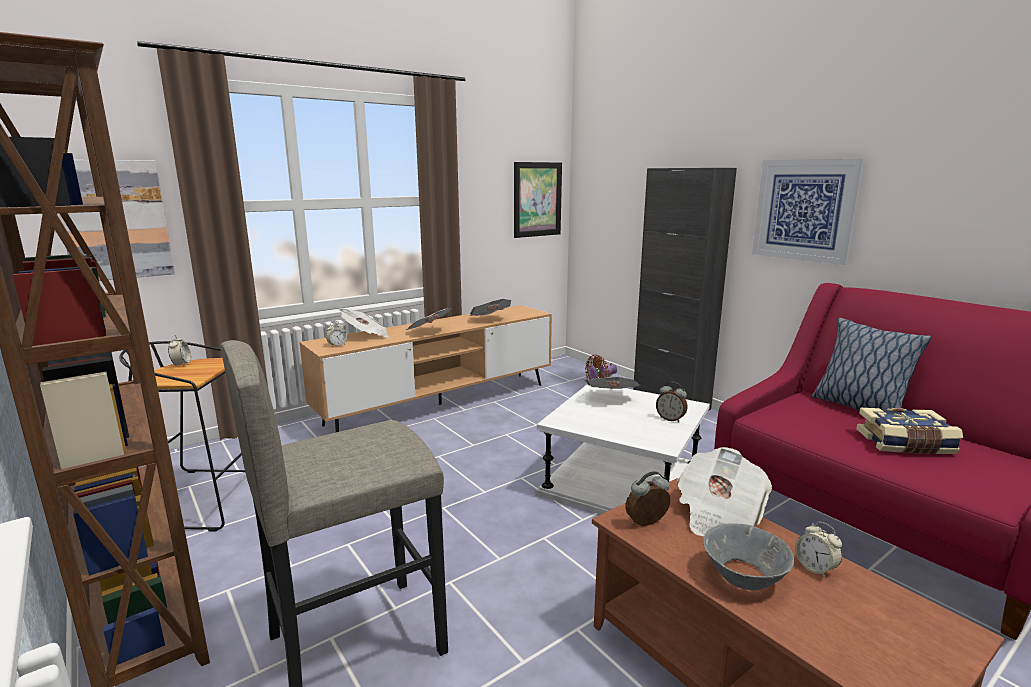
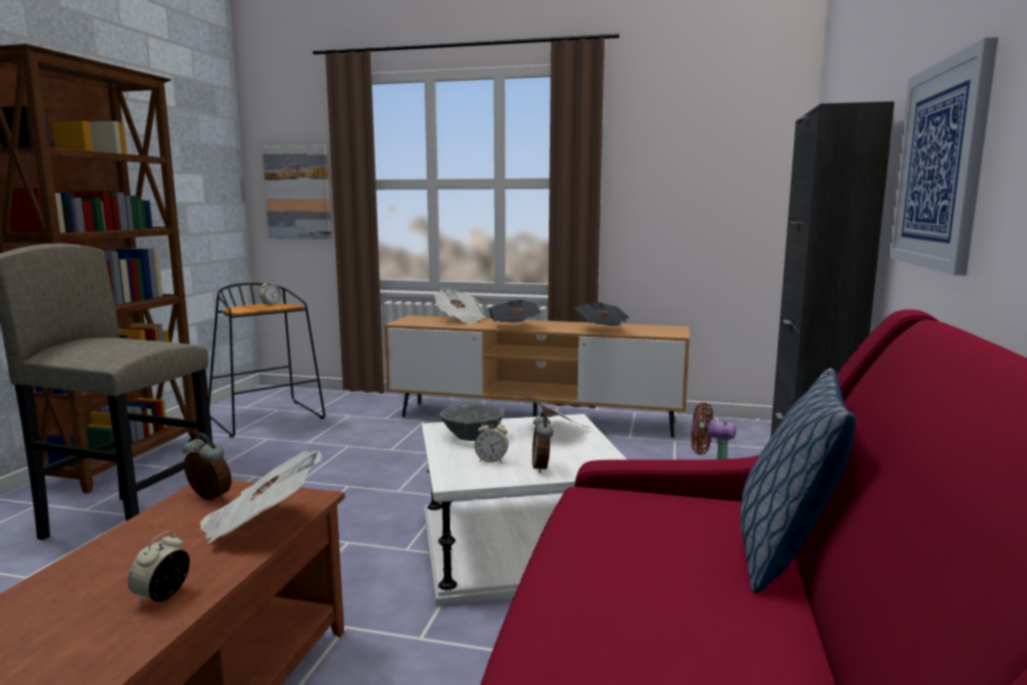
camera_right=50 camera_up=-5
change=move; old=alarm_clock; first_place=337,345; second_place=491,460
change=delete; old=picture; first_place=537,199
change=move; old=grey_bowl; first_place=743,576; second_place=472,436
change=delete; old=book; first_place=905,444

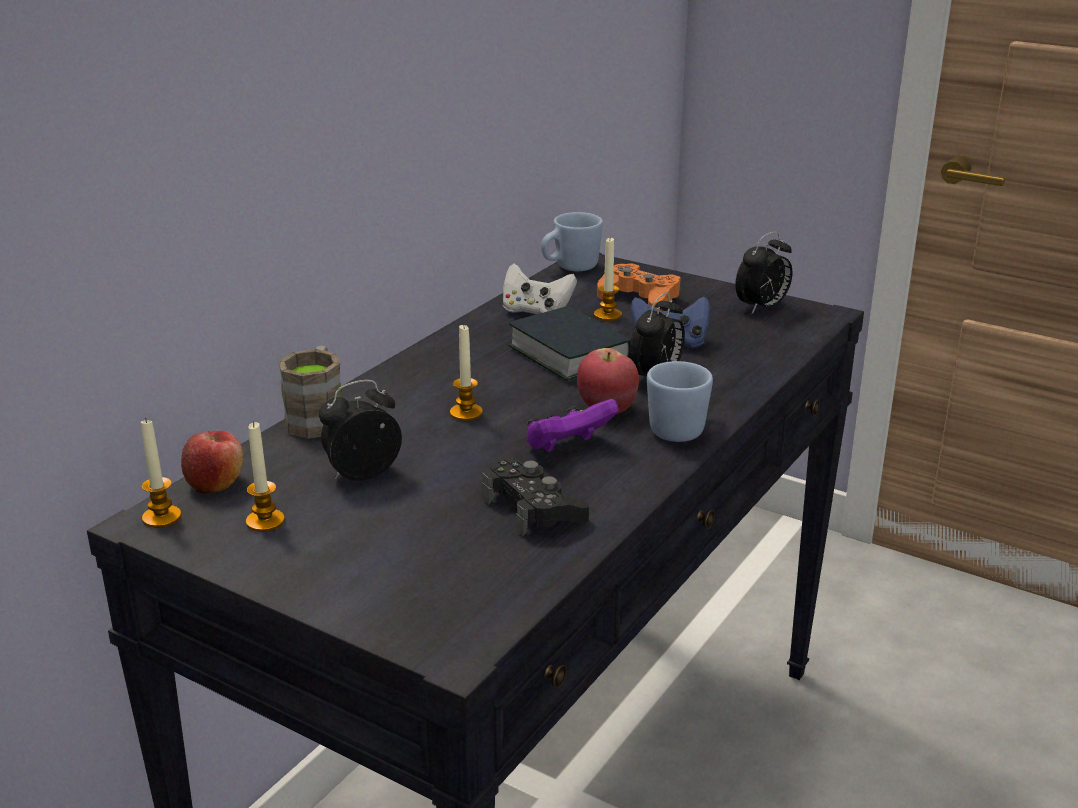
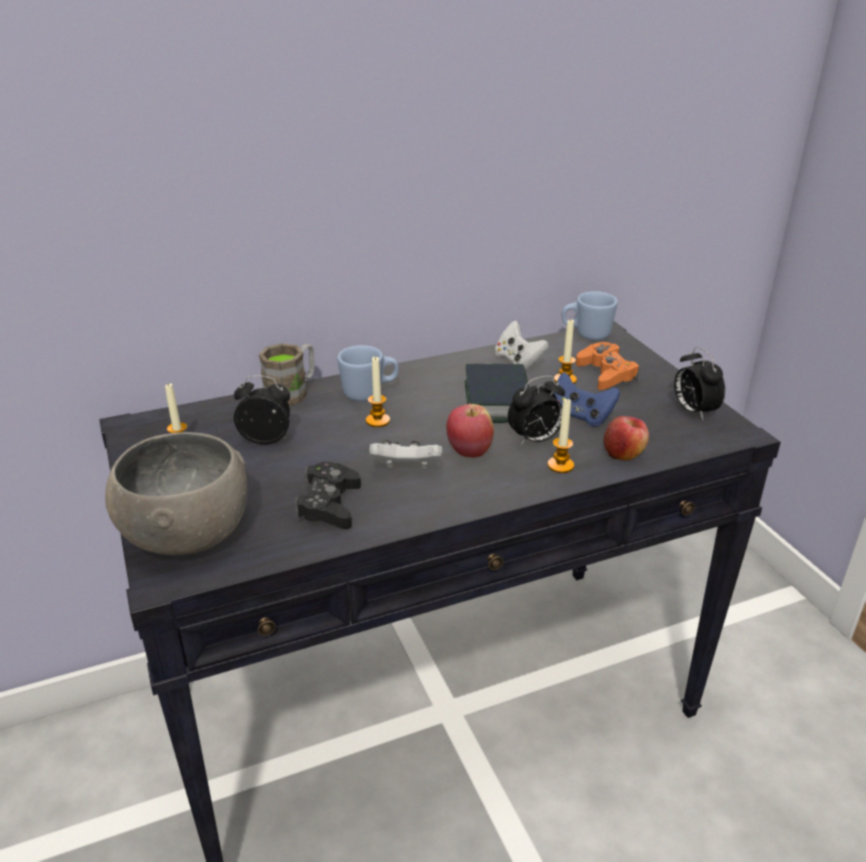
camera_right=35 camera_up=5
change=move; old=candle; first_place=162,517; second_place=560,465
change=move; old=apple; first_place=215,483; second_place=623,453
change=recolor; old=purple_game_controller; new=white_game_controller; first_place=568,447; second_place=407,470
change=move; old=blue_mug; first_place=683,428; second_place=369,393
change=rotate; old=alarm_clock; first_place=762,308; second_place=693,411; degrees=75
change=insert; new=grey_bowl; second_place=185,532

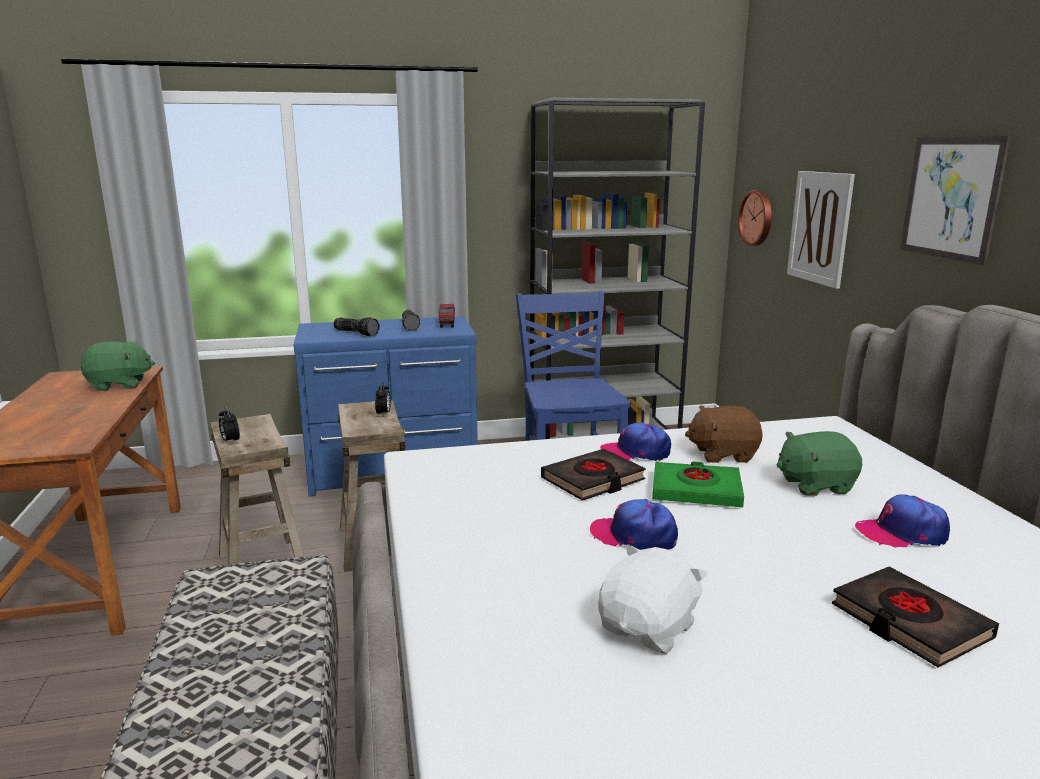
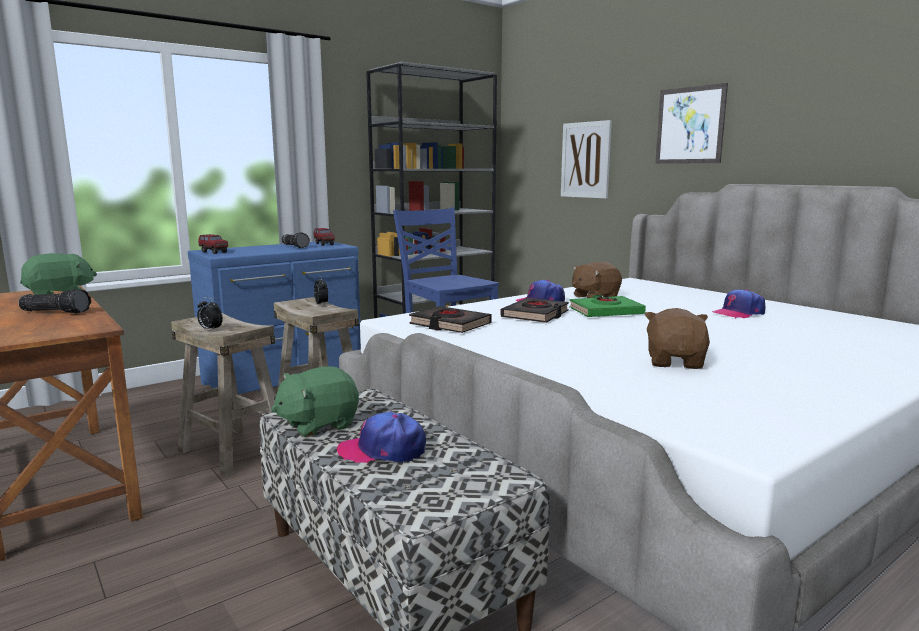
camera_right=-25 camera_up=-5
change=move; old=flashlight; first_place=357,333; second_place=57,311
change=move; old=cap; first_place=634,536; second_place=383,450
change=recolor; old=white_plush_toy; new=brown_plush_toy; first_place=649,629; second_place=675,362
change=delete; old=wall_clock; first_place=757,218
change=move; old=green_plush_toy; first_place=815,485; second_place=318,424
change=move; old=black_book; first_place=909,622; second_place=450,325
change=insert; new=toy_truck; second_place=214,252

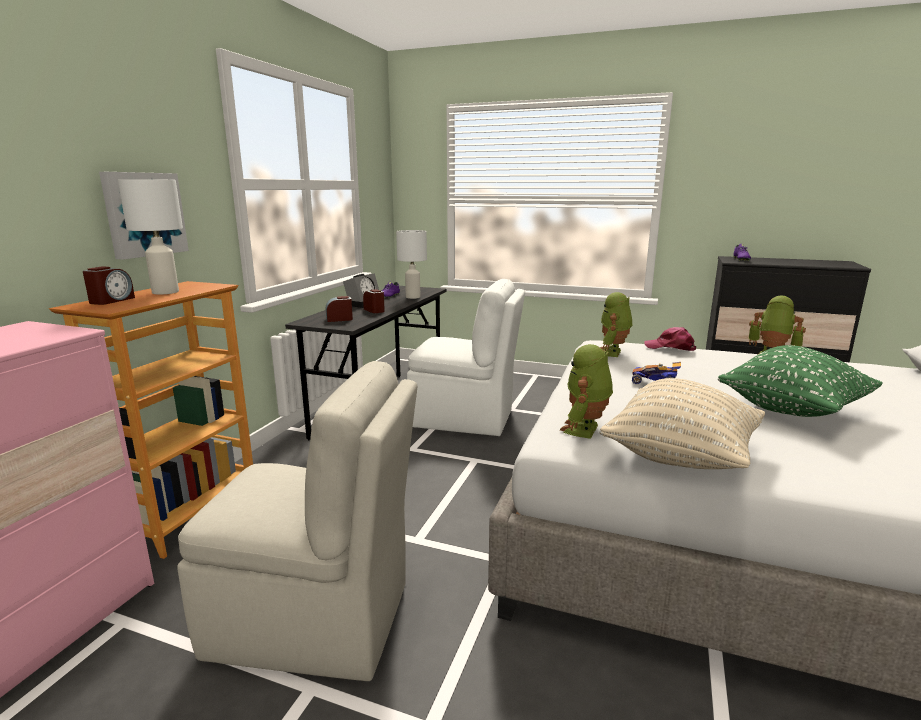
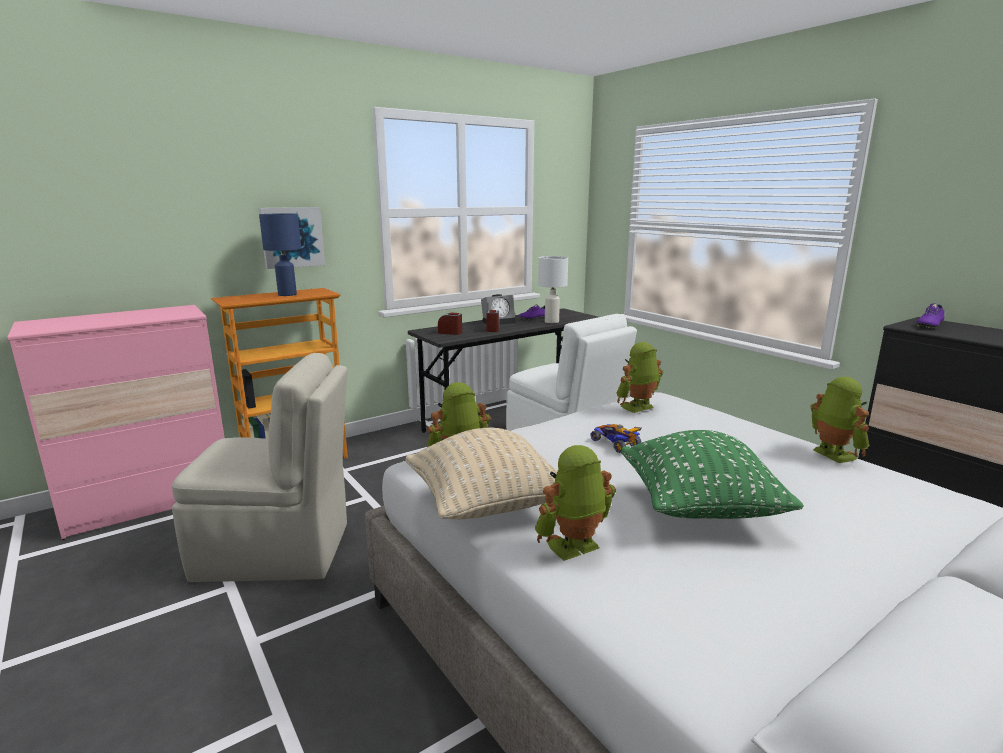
camera_right=35 camera_up=0
change=delete; old=alarm_clock; first_place=111,300
change=recolor; old=white_table_lamp; new=blue_table_lamp; first_place=165,292; second_place=287,294
change=rotate; old=beige_chair; first_place=315,620; second_place=278,551; degrees=-45
change=delete; old=pink_cap; first_place=670,347
change=insert; new=toy_robot; second_place=574,548

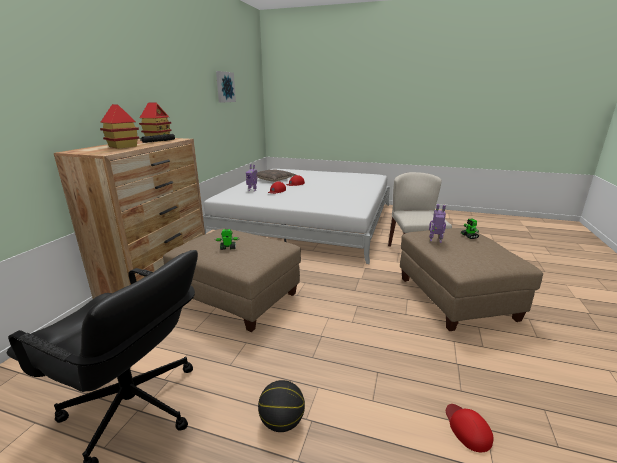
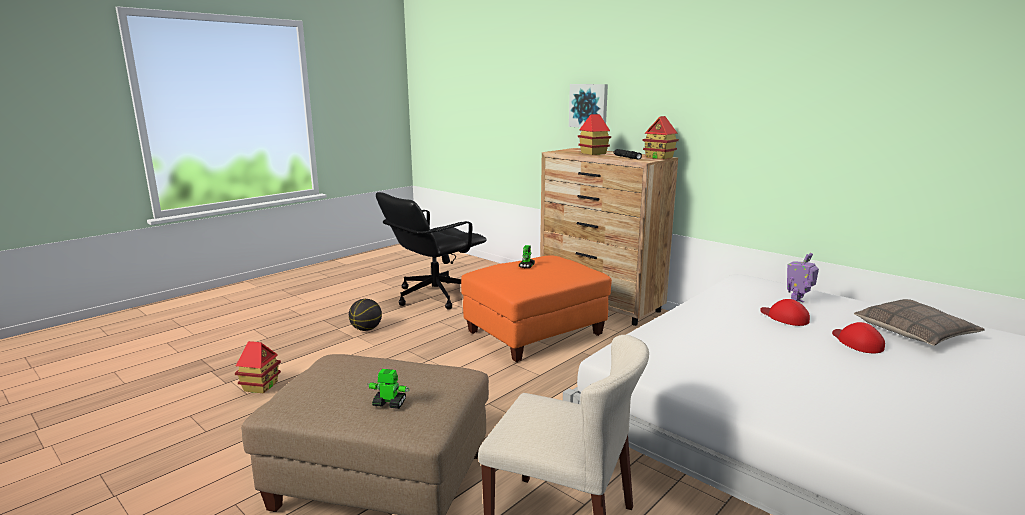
camera_right=115 camera_up=-5
change=recolor; old=beige_ottoman; new=orange_ottoman; first_place=237,299; second_place=535,333
change=move; old=picture; first_place=224,87; second_place=589,106
change=delete; old=toy_robot; first_place=435,241
change=replace; old=red_cap; new=toy_house; first_place=467,428; second_place=260,386

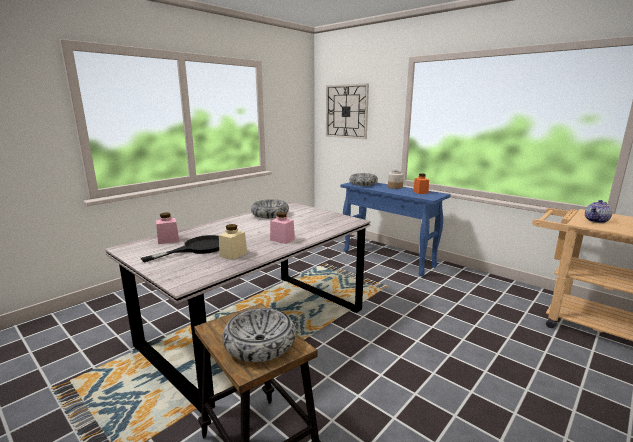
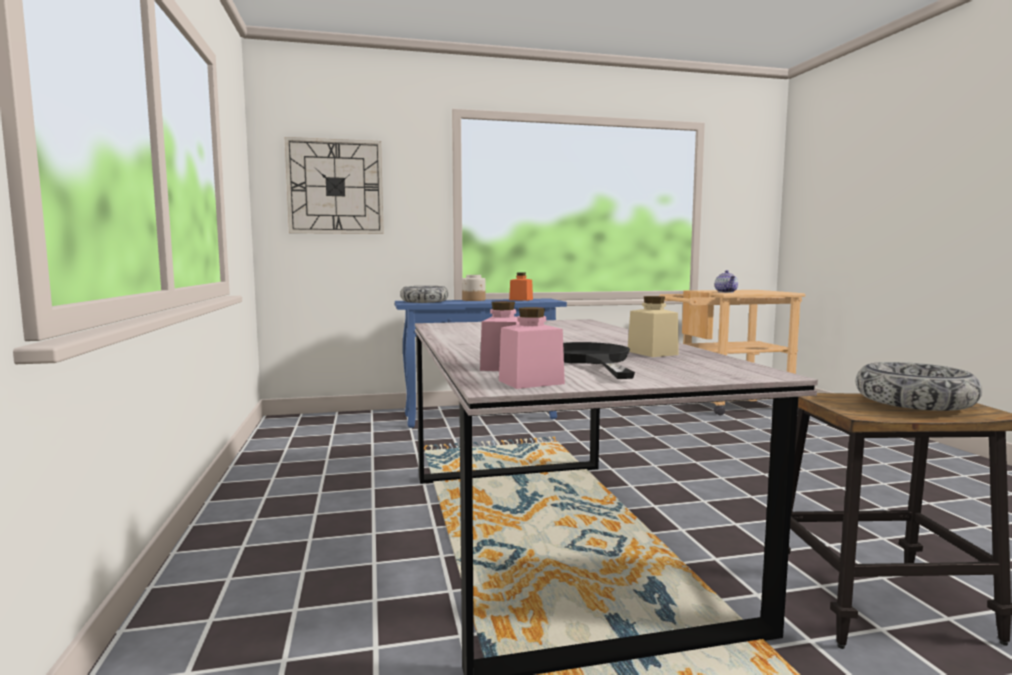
camera_right=-55 camera_up=-10
change=delete; old=bowl; first_place=270,214
change=move; old=pink_jar; first_place=282,239; second_place=531,382

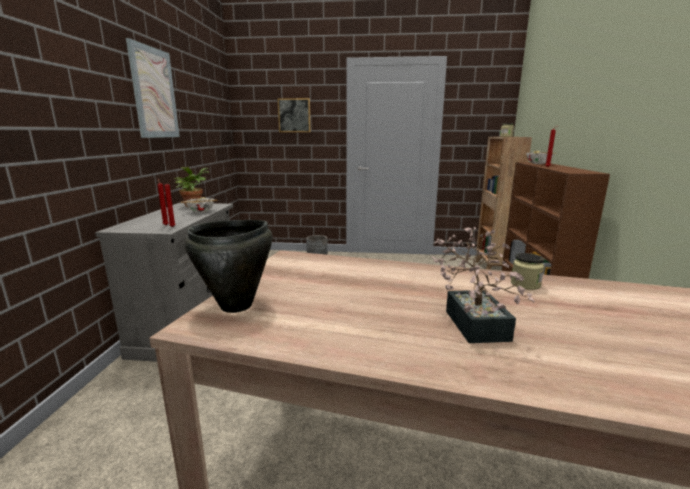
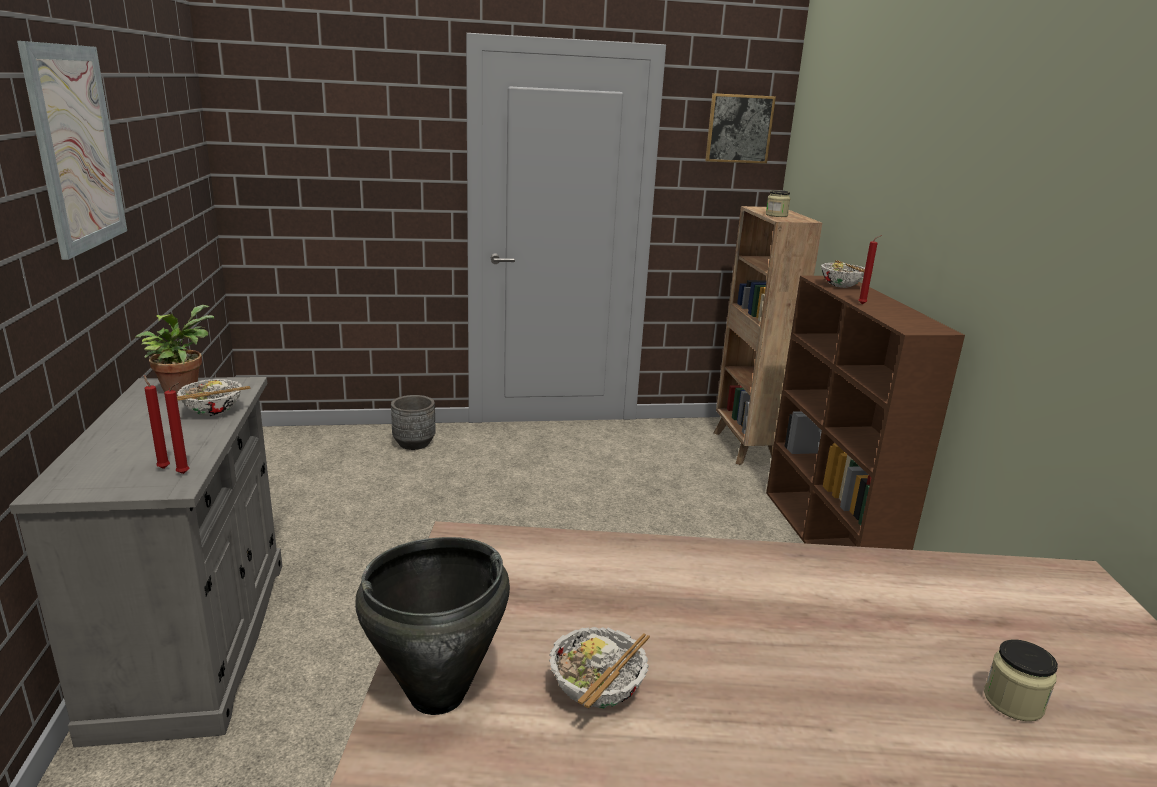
camera_right=-15 camera_up=5
change=move; old=picture; first_place=294,115; second_place=739,128
change=delete; old=potted_plant; first_place=474,320
change=move; old=jar; first_place=525,284; second_place=1013,701
change=insert; new=bowl; second_place=597,691

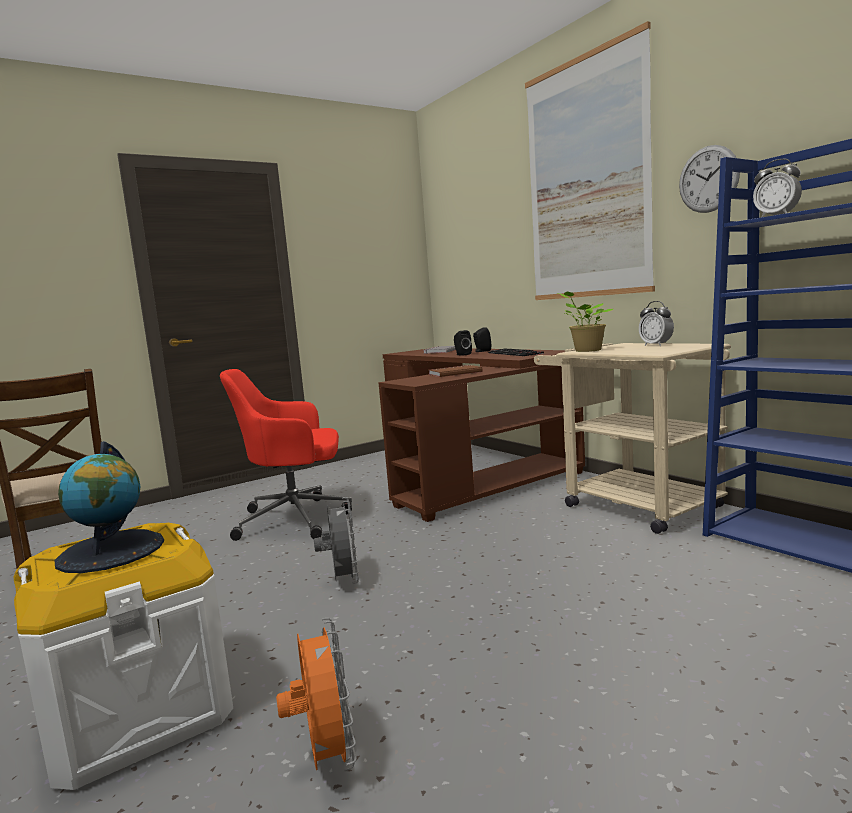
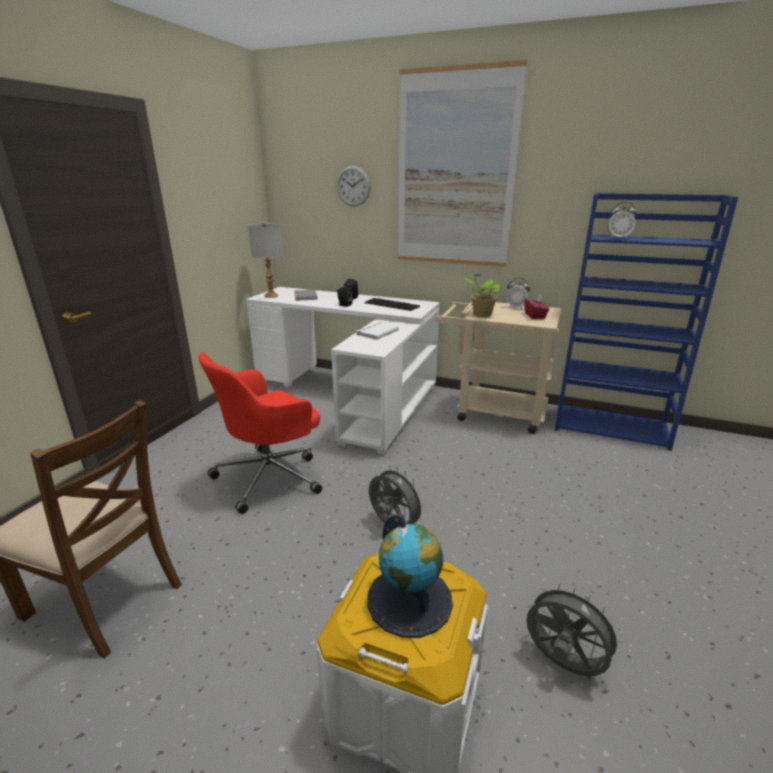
camera_right=-35 camera_up=15
change=recolor; old=orange_fan; new=grey_fan; first_place=326,758; second_place=562,663
change=recolor; old=brown_desk; new=white_desk; first_place=473,469; second_place=353,394
change=recolor; old=brown_book; new=white_book; first_place=454,373; second_place=376,332
change=move; old=wall_clock; first_place=708,179; second_place=353,186
change=insert; new=grey_table_lamp; second_place=271,296
change=insert; new=red_tissue_box; second_place=535,316

